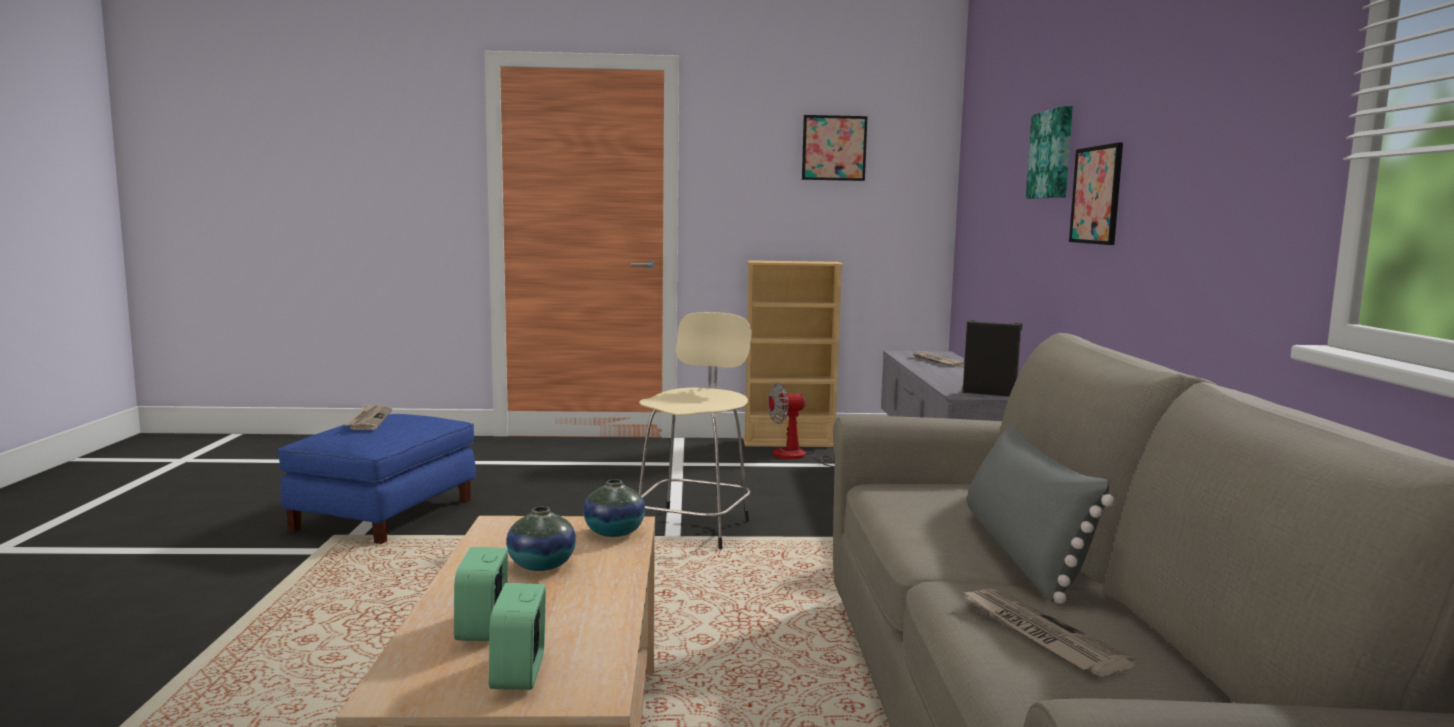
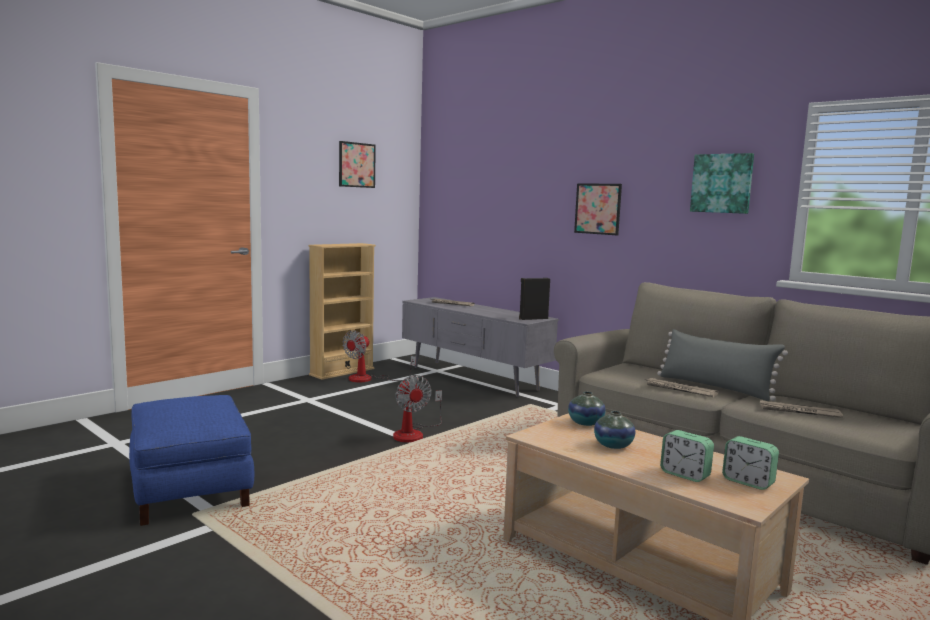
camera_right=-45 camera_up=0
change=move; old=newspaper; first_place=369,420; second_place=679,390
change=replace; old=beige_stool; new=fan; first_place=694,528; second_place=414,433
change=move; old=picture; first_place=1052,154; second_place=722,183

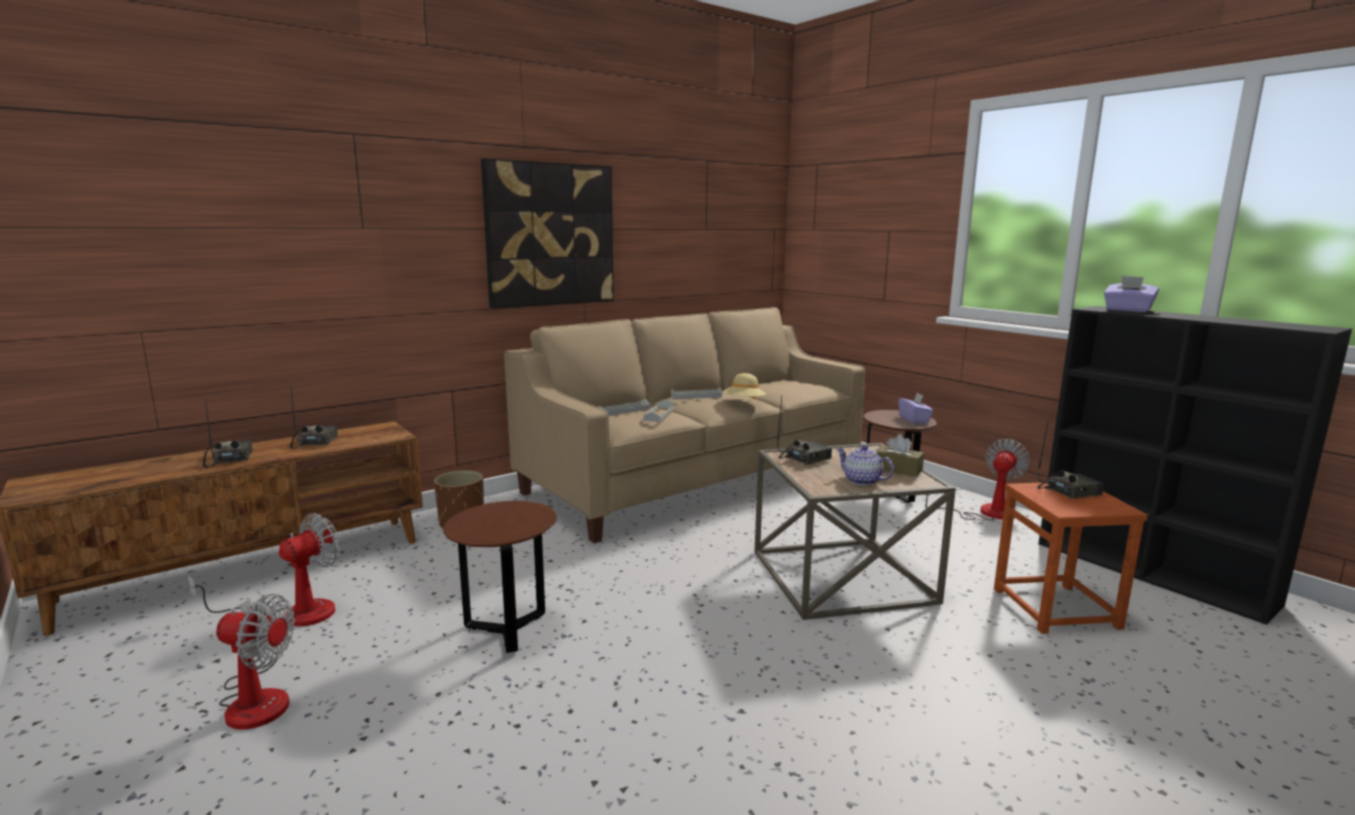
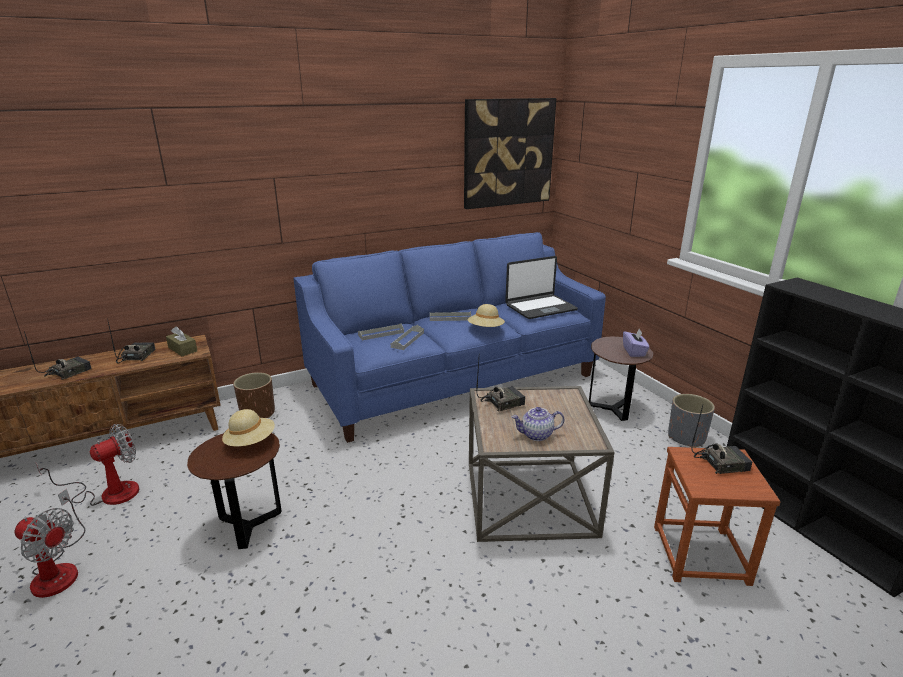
camera_right=10 camera_up=10
change=rotate; old=radio; first_place=229,459; second_place=68,372; degrees=45
change=move; old=picture; first_place=550,235; second_place=508,153
change=recolor; old=beige_sofa; new=blue_sofa; first_place=695,479; second_place=454,380
change=rotate; old=teapot; first_place=861,481; second_place=536,435; degrees=-60
change=move; old=brown_tissue_box; first_place=897,469; second_place=182,349
change=replace; old=fan; new=grey_planter; first_place=984,513; second_place=686,437
change=delete; old=purple_tissue_box; first_place=1127,310
change=insert; new=beige_hat; second_place=250,442
change=insert; new=laptop; second_place=540,307

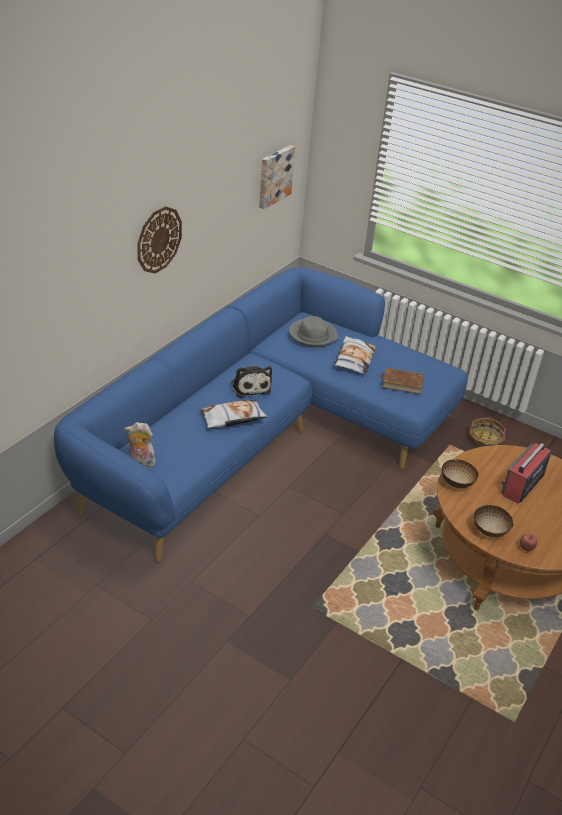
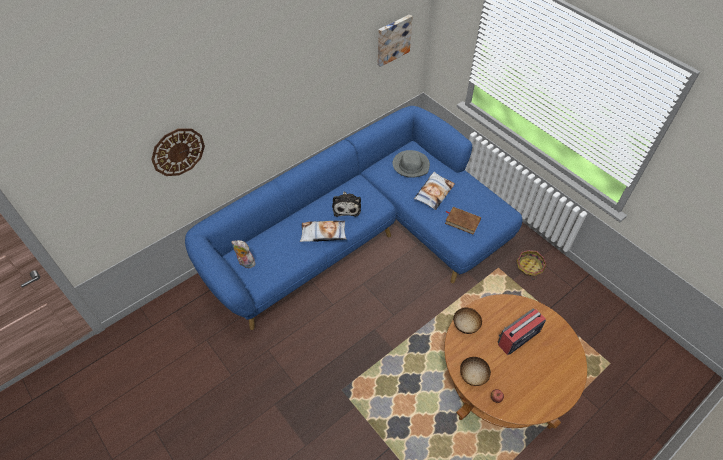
camera_right=20 camera_up=15
change=move; old=wall_clock; first_place=158,239; second_place=178,152

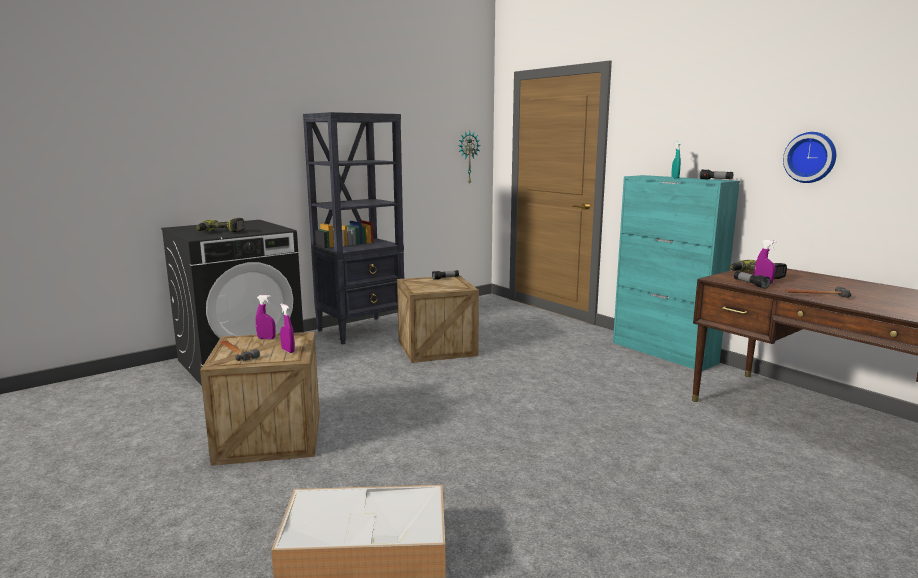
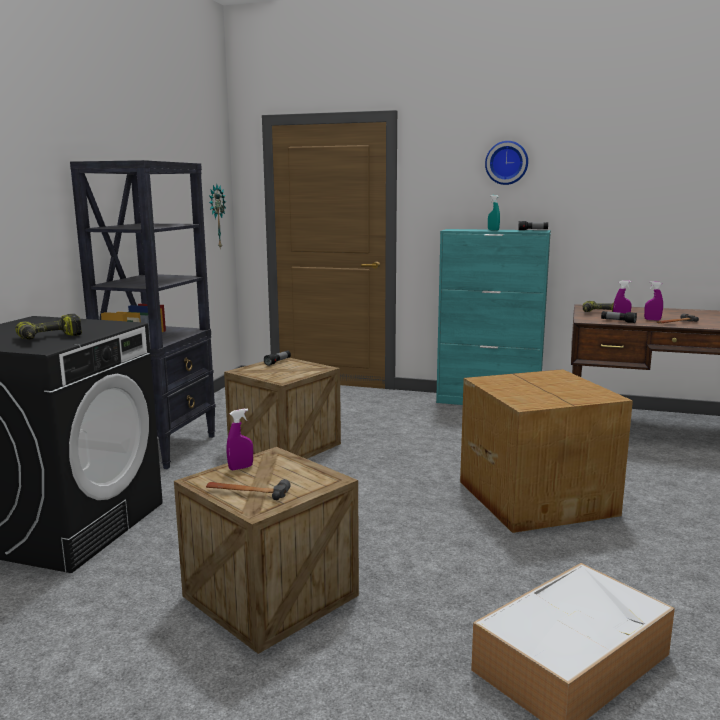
camera_right=-35 camera_up=0
change=move; old=purple_spray_bottle; first_place=288,350; second_place=652,320
change=move; old=wall_clock; first_place=811,157; second_place=506,163
change=insert; new=cardboard_box; second_place=537,497

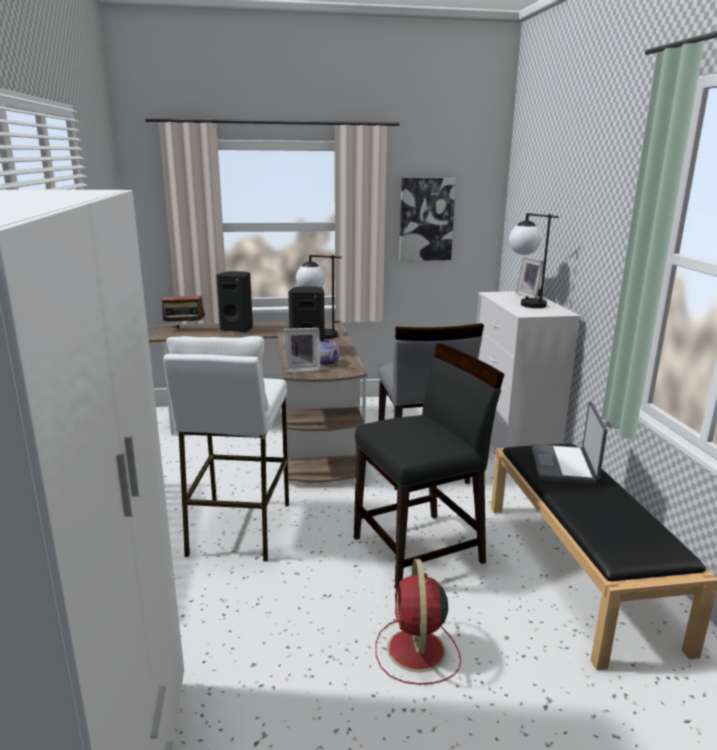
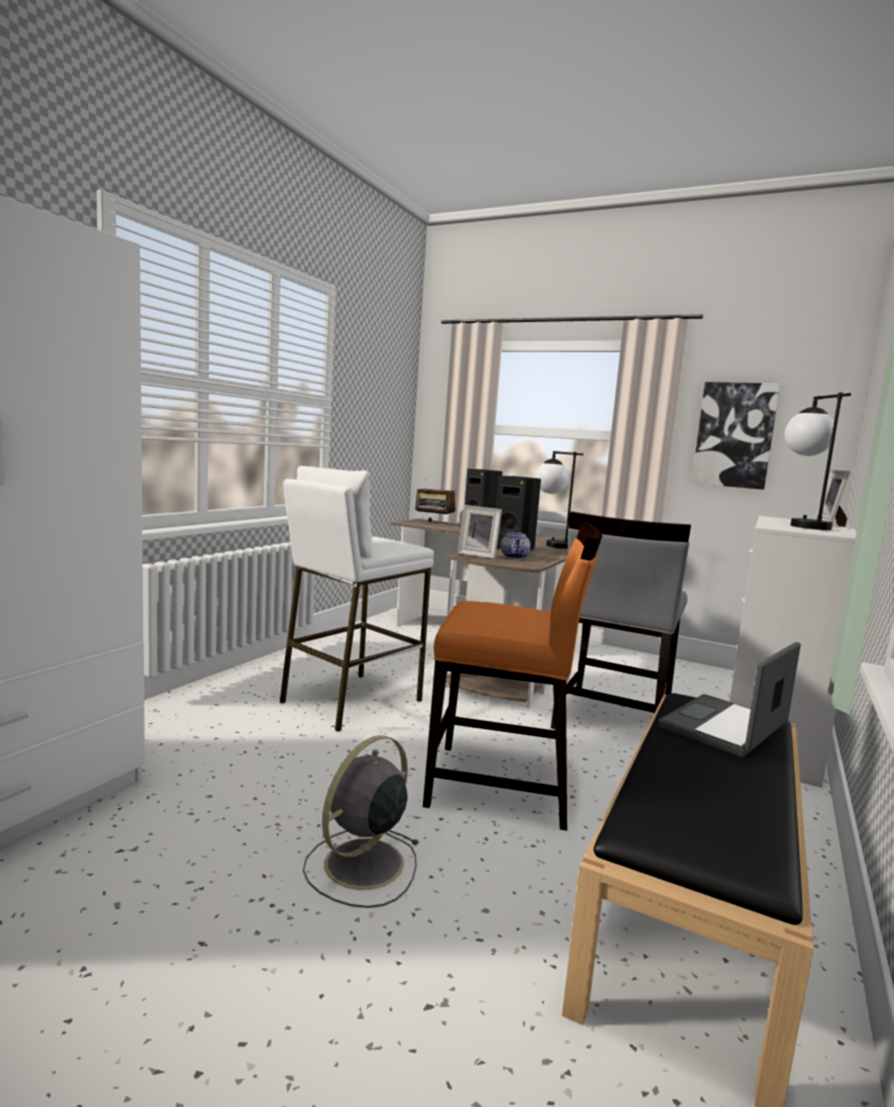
camera_right=35 camera_up=-10
change=recolor; old=black_chair; new=orange_chair; first_place=419,549; second_place=501,785
change=recolor; old=red_fan; new=grey_fan; first_place=416,652; second_place=361,865

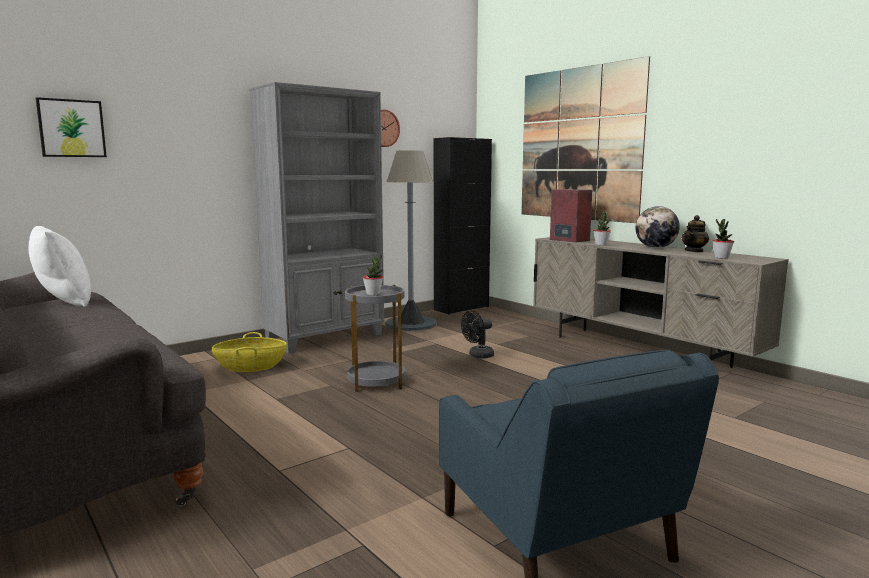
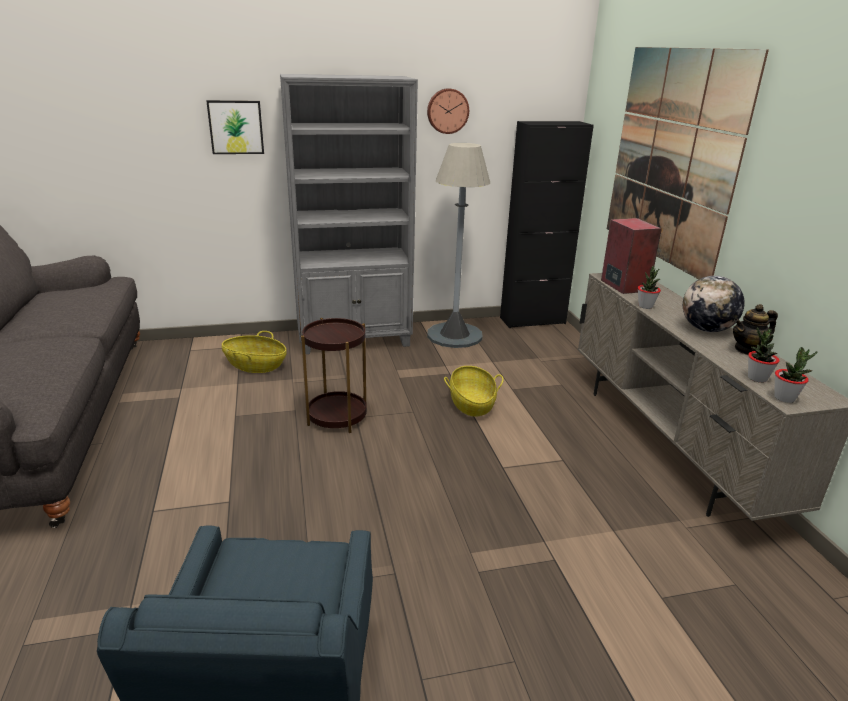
camera_right=25 camera_up=15
change=delete; old=white_pillow; first_place=63,302
change=move; old=picture; first_place=71,128; second_place=236,127
change=recolor; old=grey_side_table; new=brown_side_table; first_place=376,382; second_place=337,417
change=move; old=potted_plant; first_place=373,294; second_place=784,398
change=replace; old=black_fan; new=basket; first_place=478,356; second_place=471,404

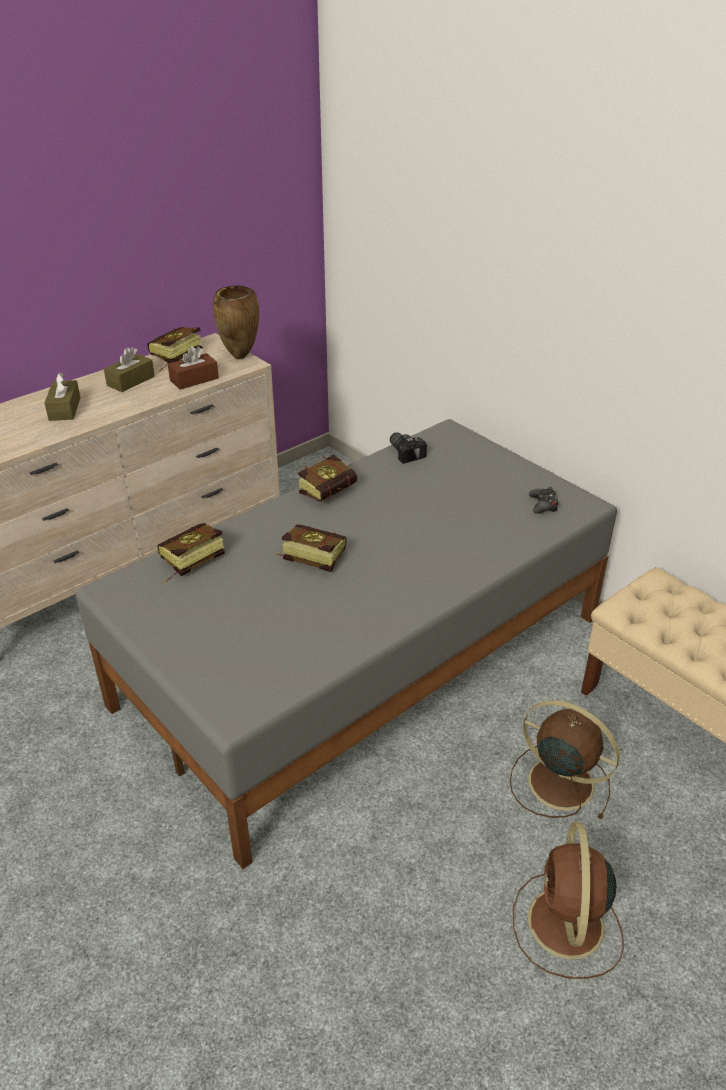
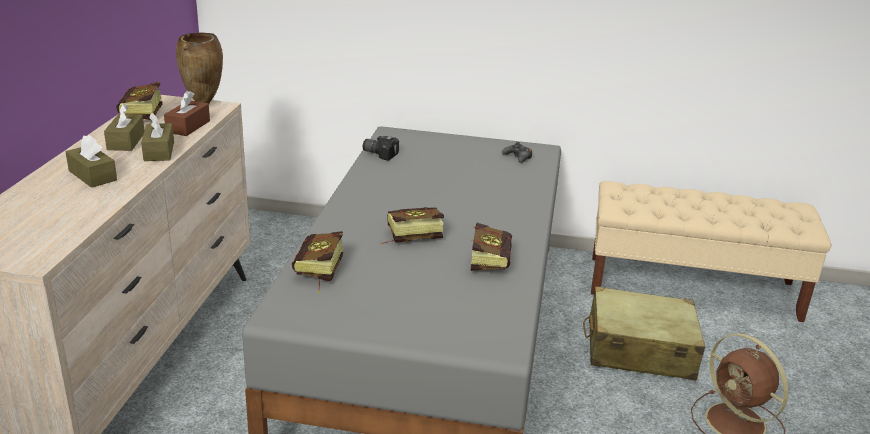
camera_right=-40 camera_up=-10
change=move; old=book; first_place=332,492; second_place=490,260
change=replace; old=brown_fan; new=beige_suitcase; first_place=557,781; second_place=639,349
change=insert; new=brown_tissue_box; second_place=159,151

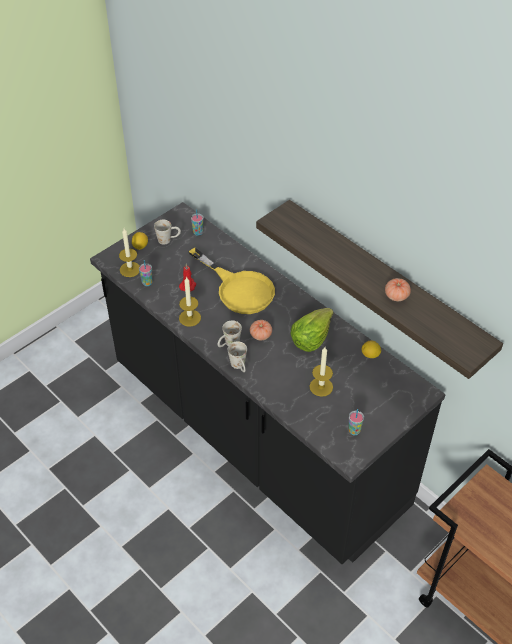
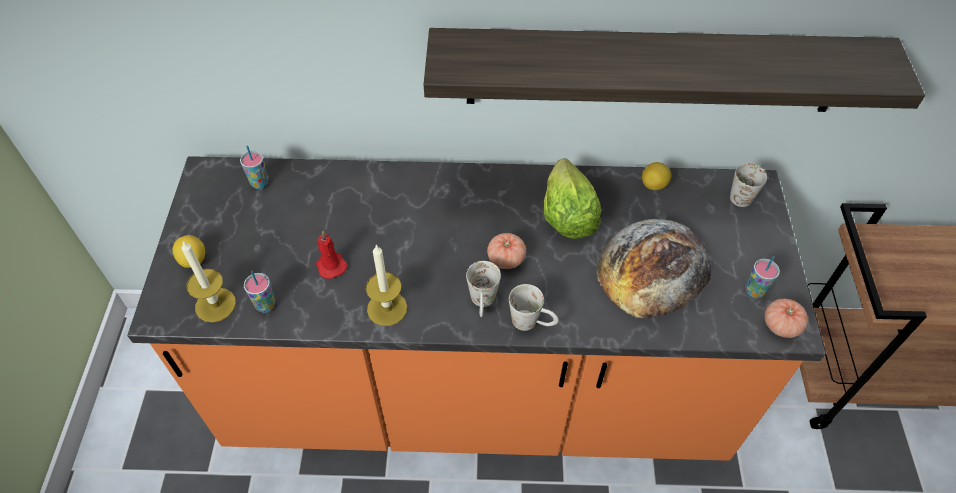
camera_right=-45 camera_up=5
change=recolor; old=black_counter; new=orange_counter; first_place=255,436; second_place=476,396
change=move; old=white_mug; first_place=168,239; second_place=743,193
change=delete; old=yellow_frying_pan; first_place=239,289
change=replace; old=candle; new=bread; first_place=321,387; second_place=654,267
change=move; old=tomato; first_place=396,296; second_place=781,325

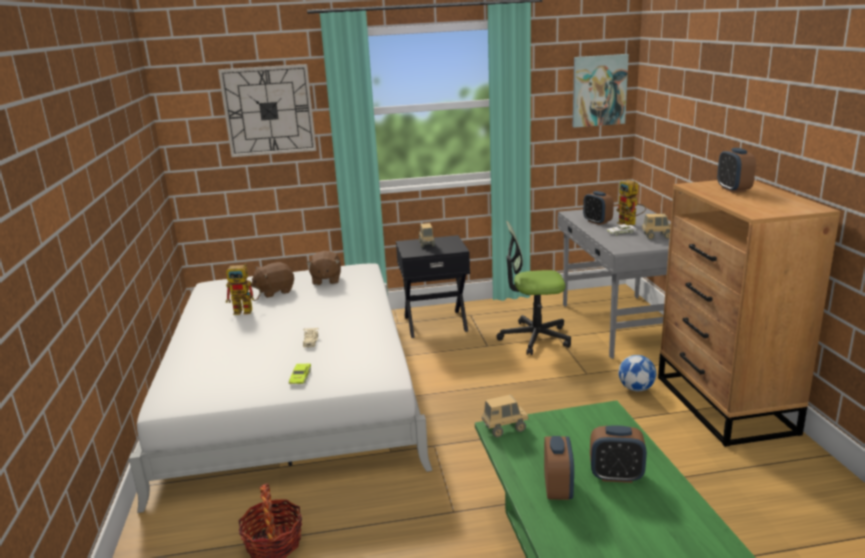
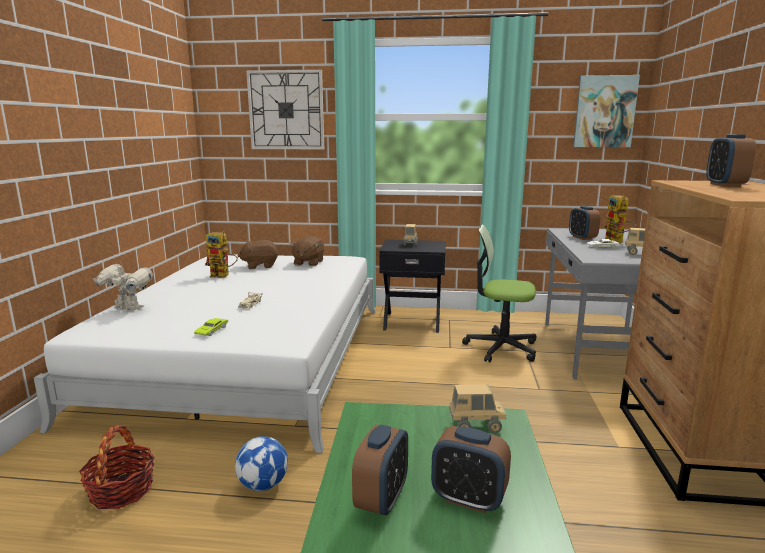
camera_right=15 camera_up=-5
change=move; old=toy_truck; first_place=505,429; second_place=476,426
change=move; old=football; first_place=636,389; second_place=263,485
change=insert; new=toy_robot; second_place=128,309

